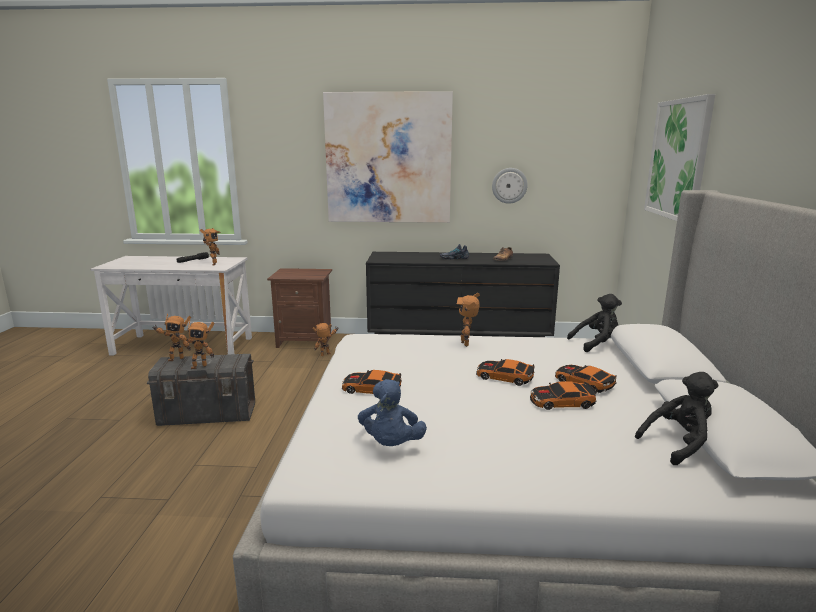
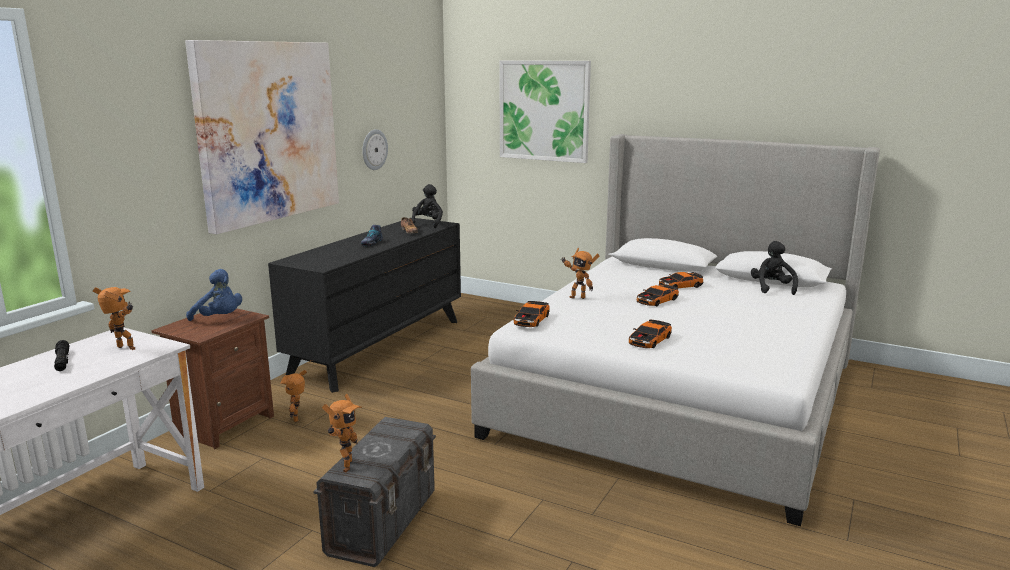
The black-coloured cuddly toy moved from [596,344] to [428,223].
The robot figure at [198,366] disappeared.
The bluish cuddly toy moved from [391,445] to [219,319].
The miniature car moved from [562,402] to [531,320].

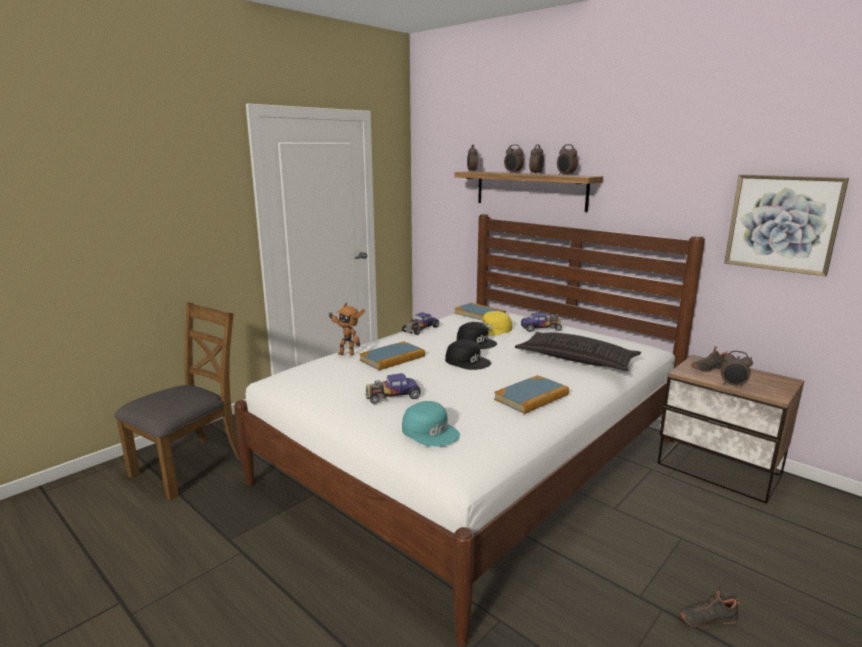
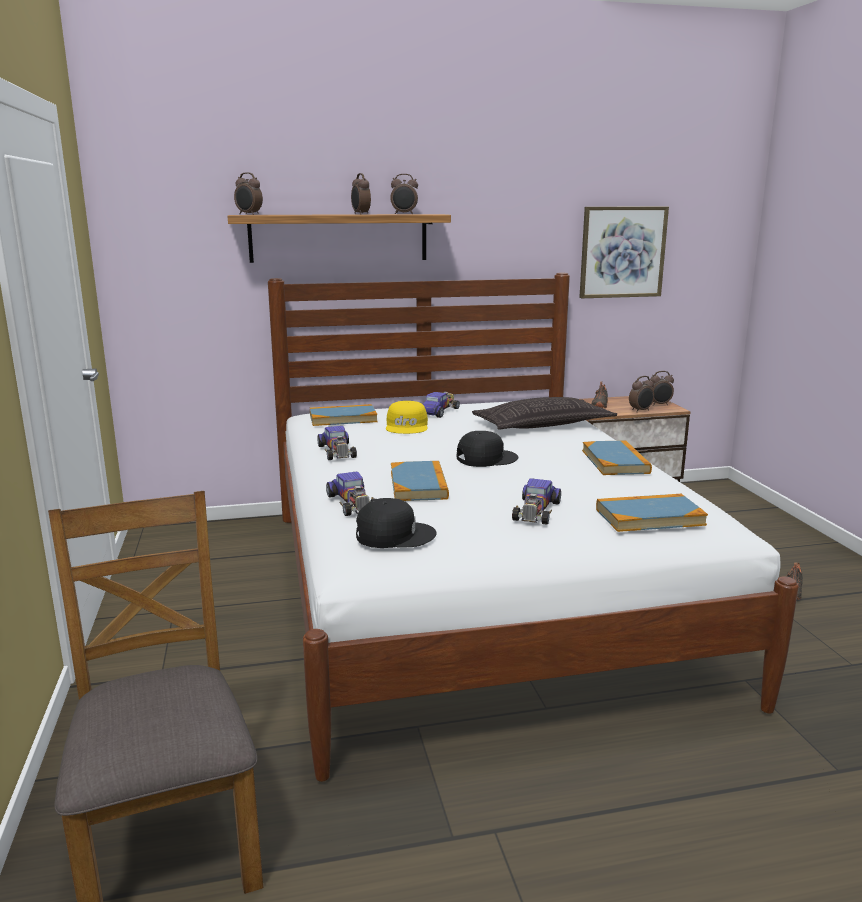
The alarm clock moved from [513,173] to [659,405].
The robot figure at [347,353] was replaced by the miniature car at [352,503].
The black-coloured baseball cap moved from [476,342] to [394,534].
The blue-green baseball cap at [430,431] was replaced by the book at [649,517].

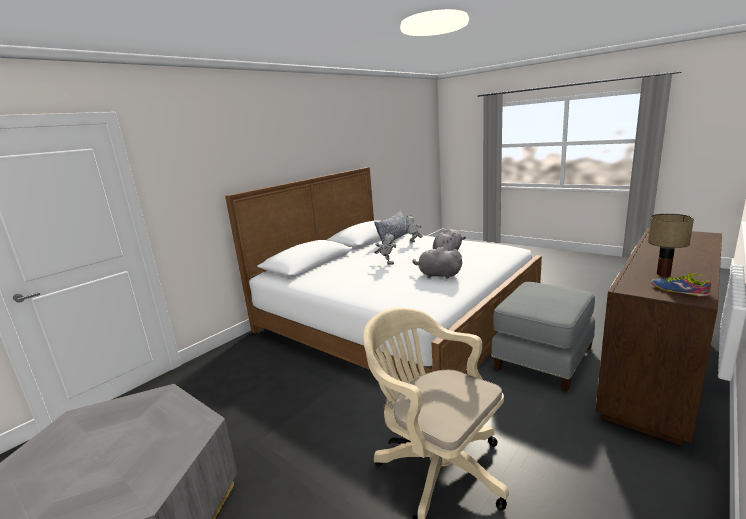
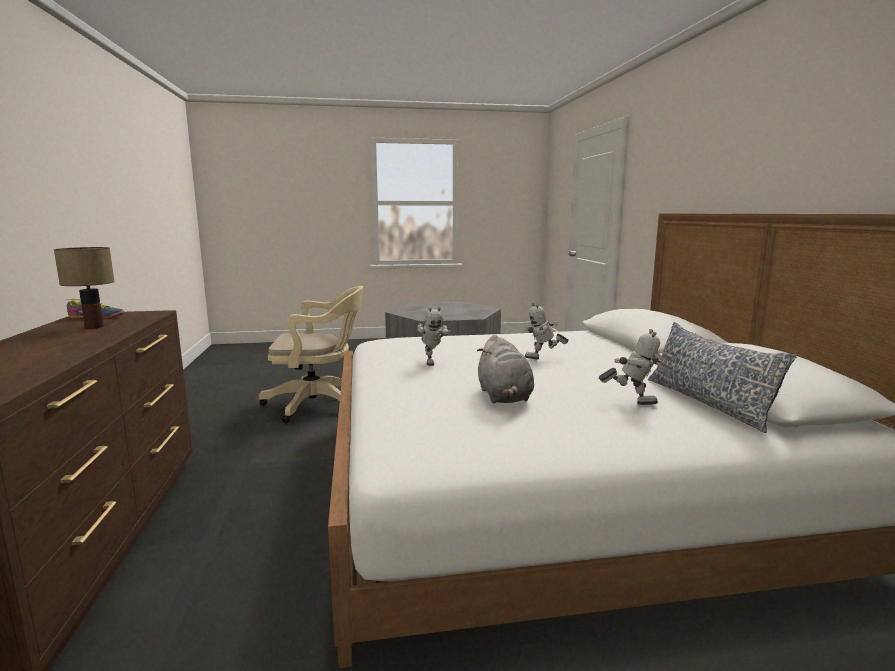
The greyish cuddly toy at [437,275] was replaced by the robot figure at [431,362].
The greyish pouffe at [542,357] disappeared.

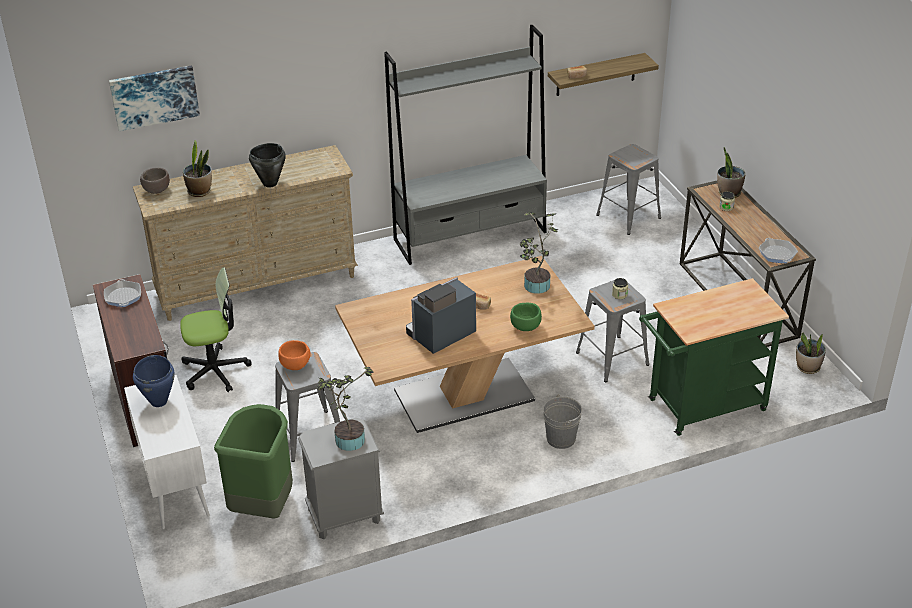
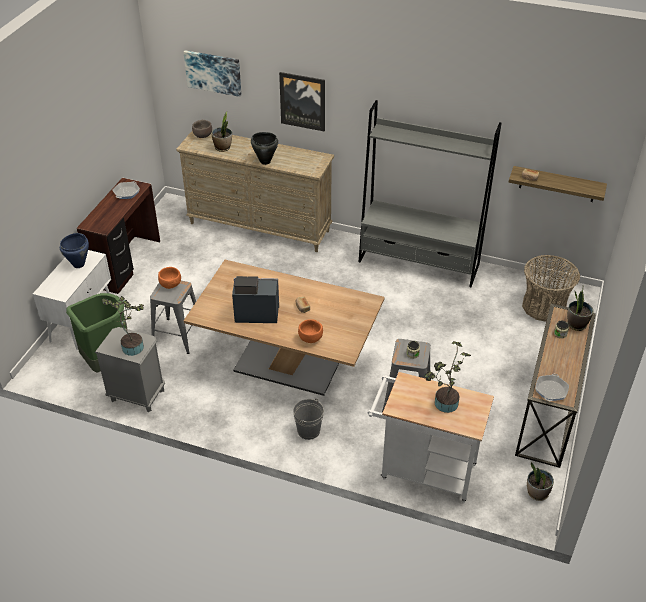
The greyish stool at [629,216] was replaced by the storage basket at [544,306].
The houseplant moved from [535,287] to [443,404].
The desk chair at [215,371] disappeared.
The greenish wheeled cart at [700,408] became the whitish wheeled cart at [422,470].
The greenish deep dish at [526,327] became the orange-coloured deep dish at [310,339].
The picture at [303,101] appeared.

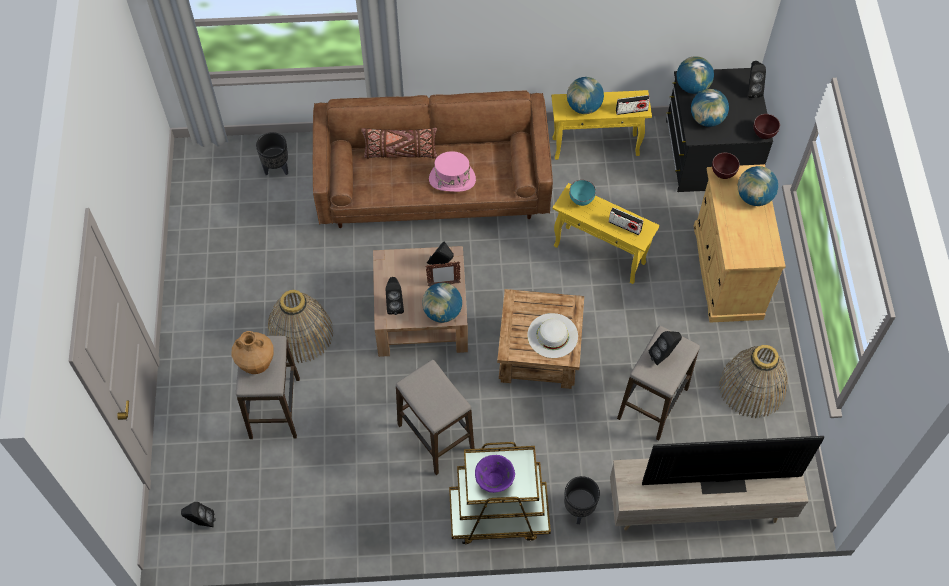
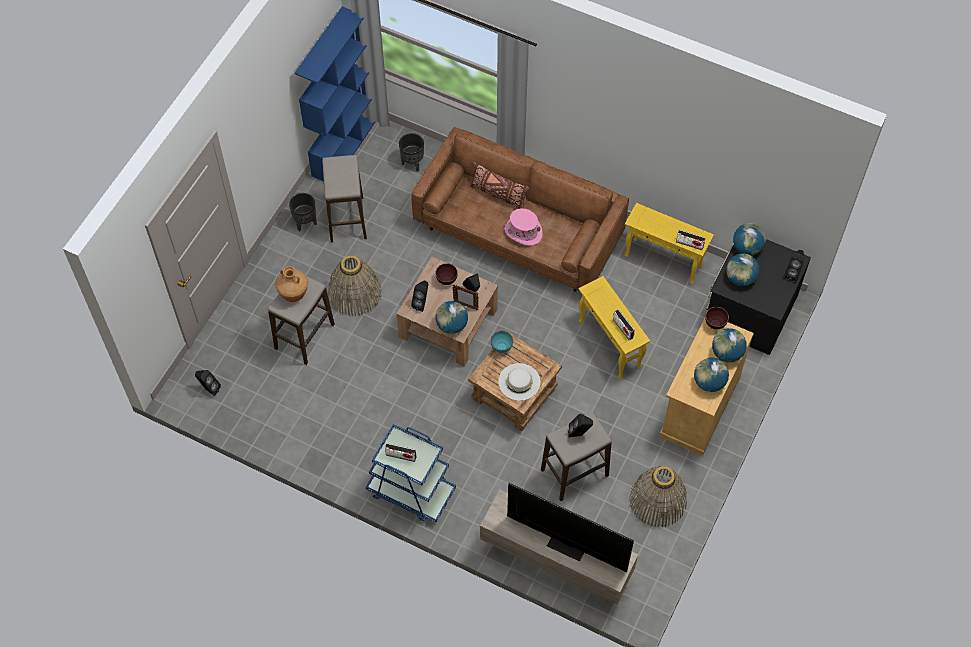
The desk globe moved from [583,107] to [709,382].
The brownish deep dish moved from [762,135] to [446,280].
The blue-green deep dish moved from [581,200] to [502,348].
The stool moved from [435,437] to [346,219].
The brownish wheeled cart at [498,515] became the bluish wheeled cart at [411,491].
The purple deep dish at [494,480] was replaced by the radio receiver at [401,456].
The black-coloured flower pot moved from [579,510] to [305,223].
The bluish bookcase at [343,148] appeared.

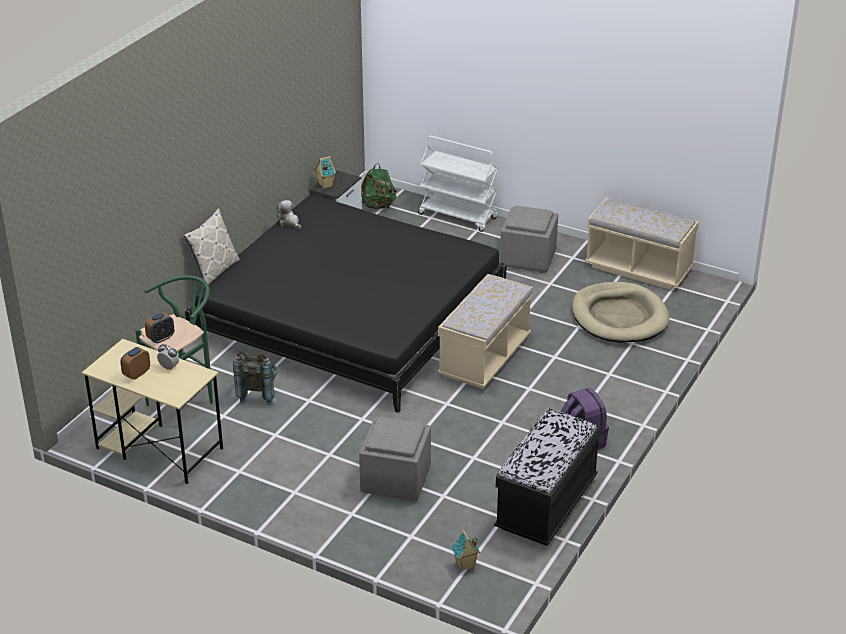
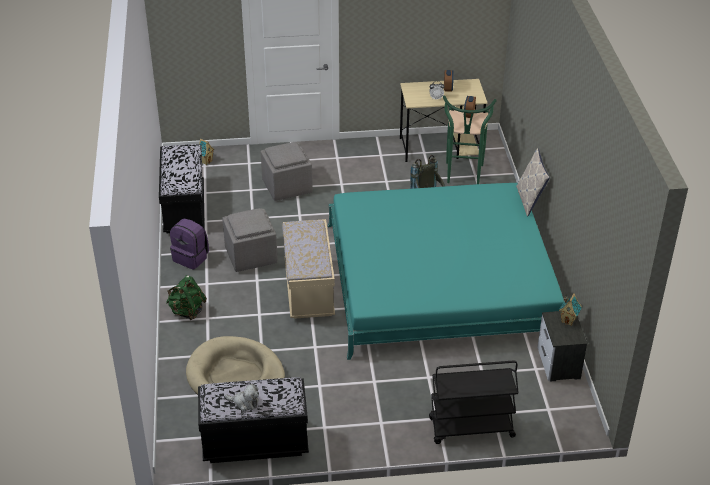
The whitish wheeled cart at [458,216] became the black-coloured wheeled cart at [470,428].
The greenish rucksack moved from [378,206] to [187,311].
The black-coloured bedroom bed at [350,315] became the blue-green bedroom bed at [440,280].
The beige-coloured long seat at [638,269] became the black-coloured long seat at [255,442].
The cuddly toy moved from [289,222] to [244,402].
The greyish pouffe moved from [527,258] to [251,256].

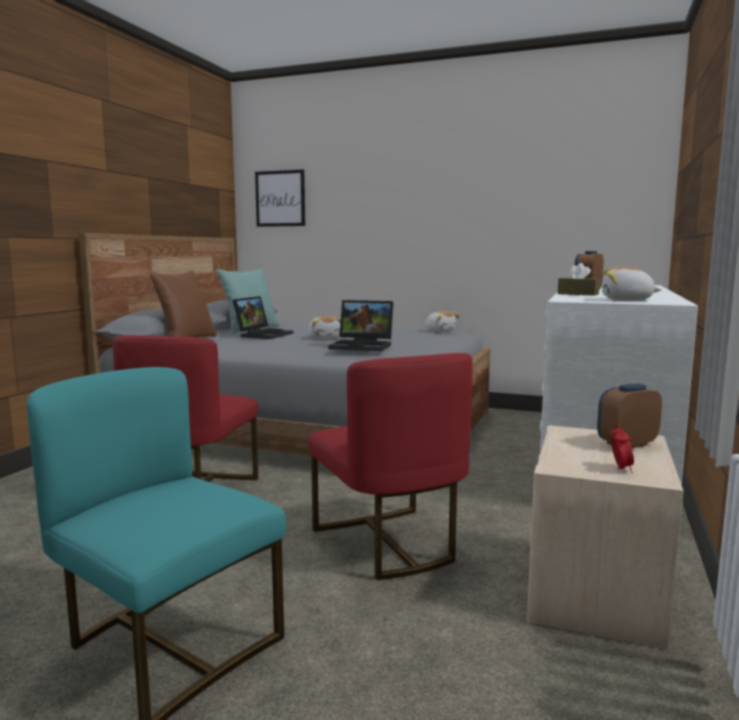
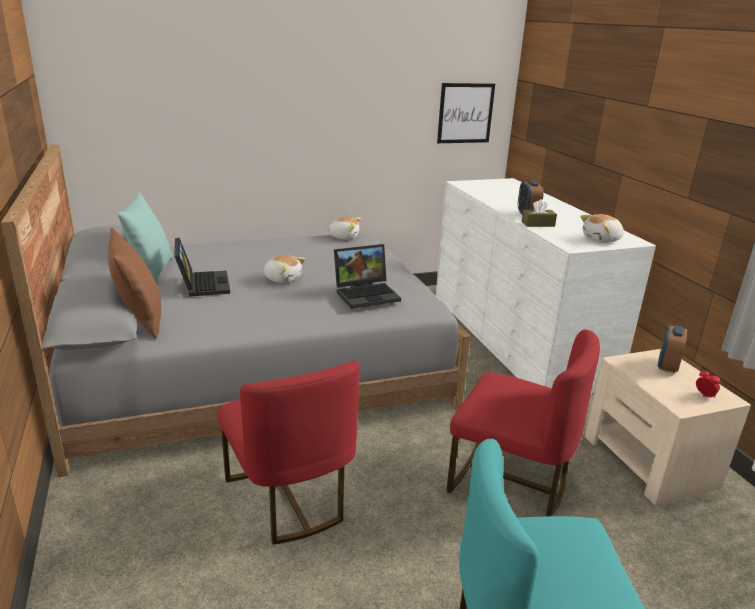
The picture moved from [280,198] to [465,113].

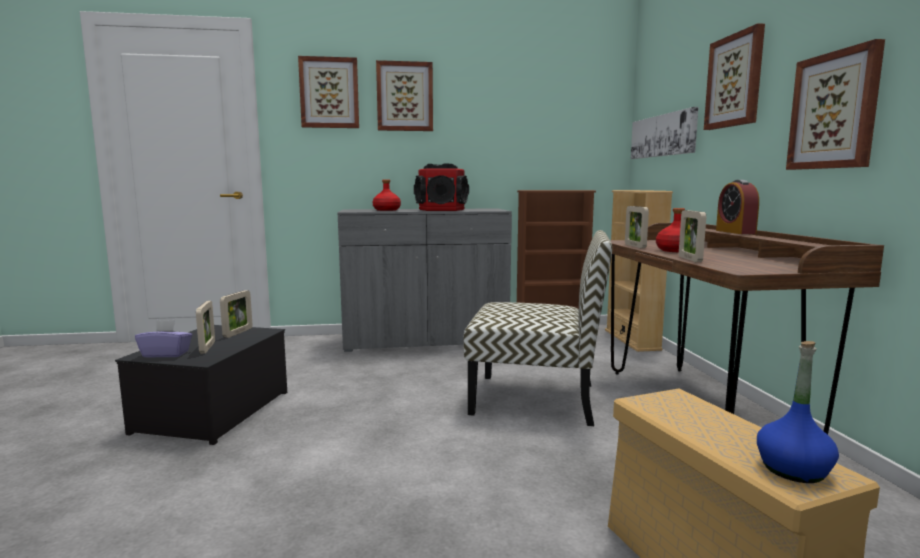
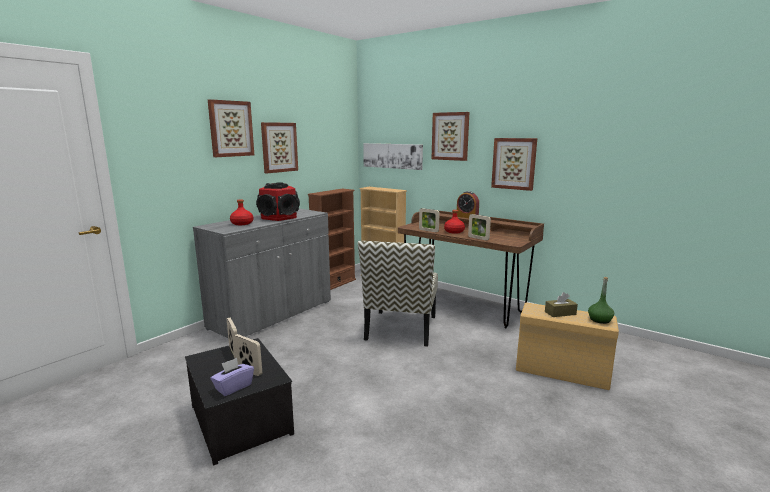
The picture moved from [329,93] to [279,147].
The chair at [536,398] turned 135 degrees clockwise.
The bluish bottle at [793,470] became the greenish bottle at [600,320].
The brownish box of tissues at [560,313] appeared.

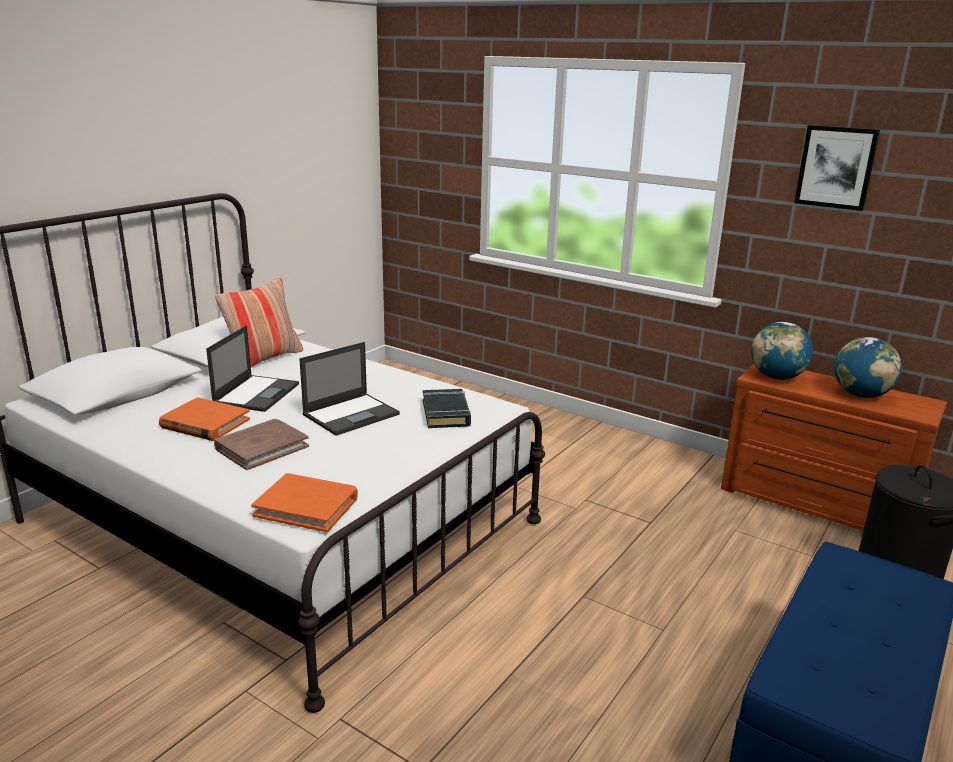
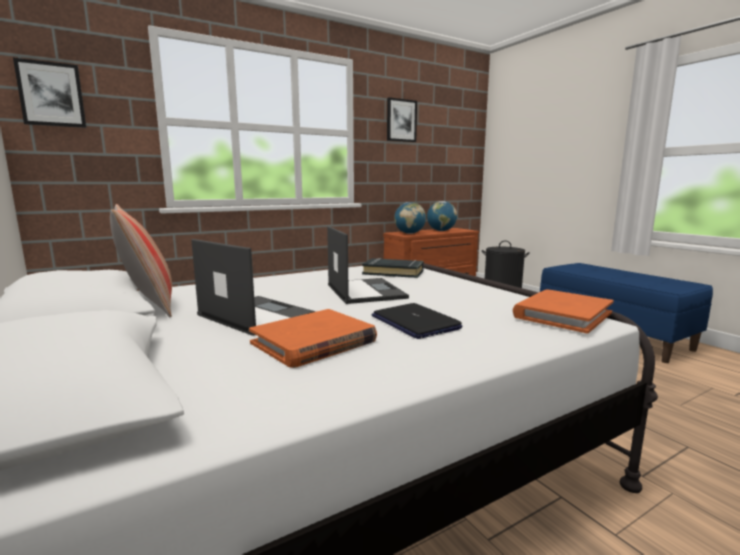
The brownish book at [262,447] was replaced by the notebook computer at [414,322].
The picture at [51,94] appeared.

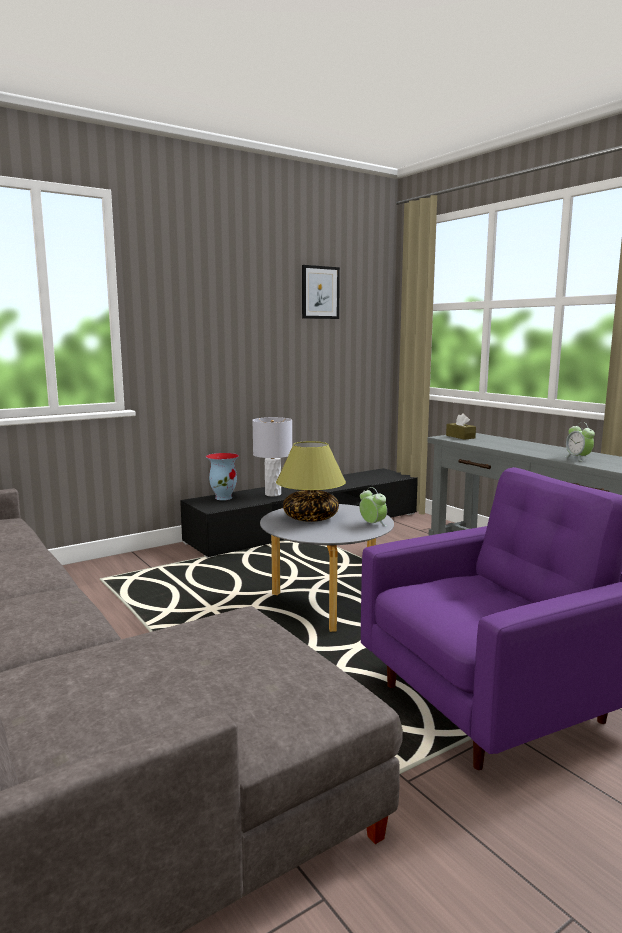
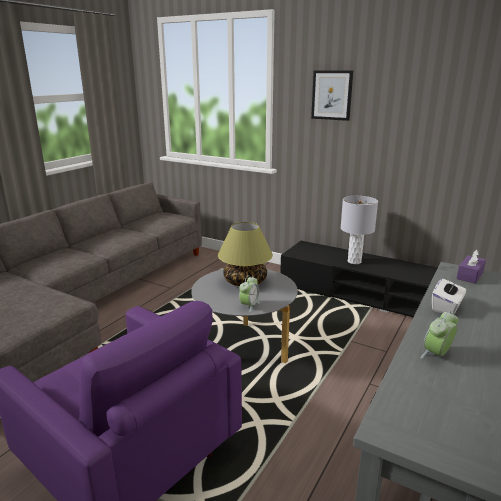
The picture moved from [320,292] to [331,95].
The brownish box of tissues at [460,437] became the purple box of tissues at [470,275].
The decorative vase at [224,497] disappeared.
The whitish box of tissues at [446,307] appeared.

